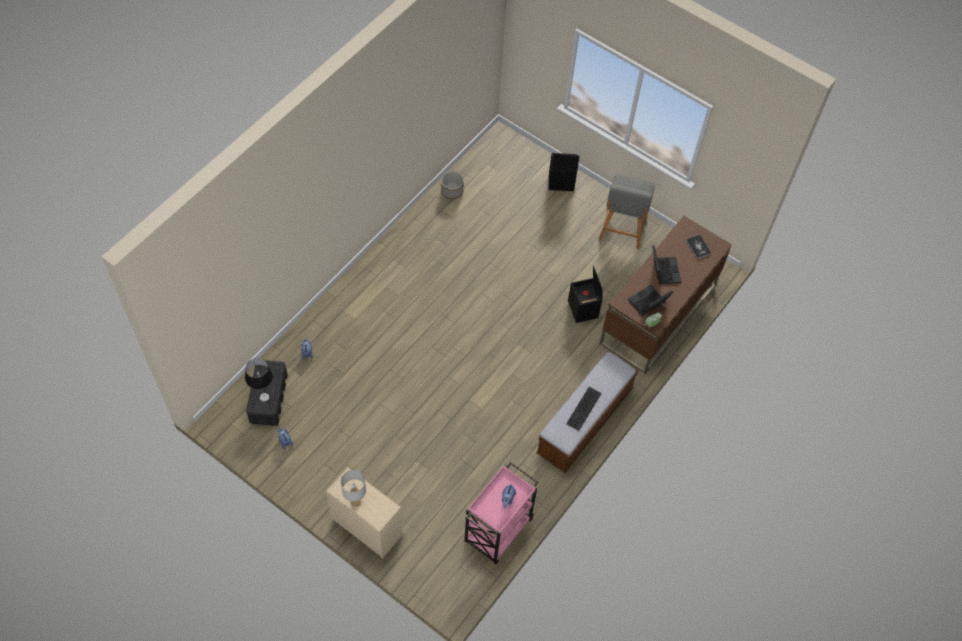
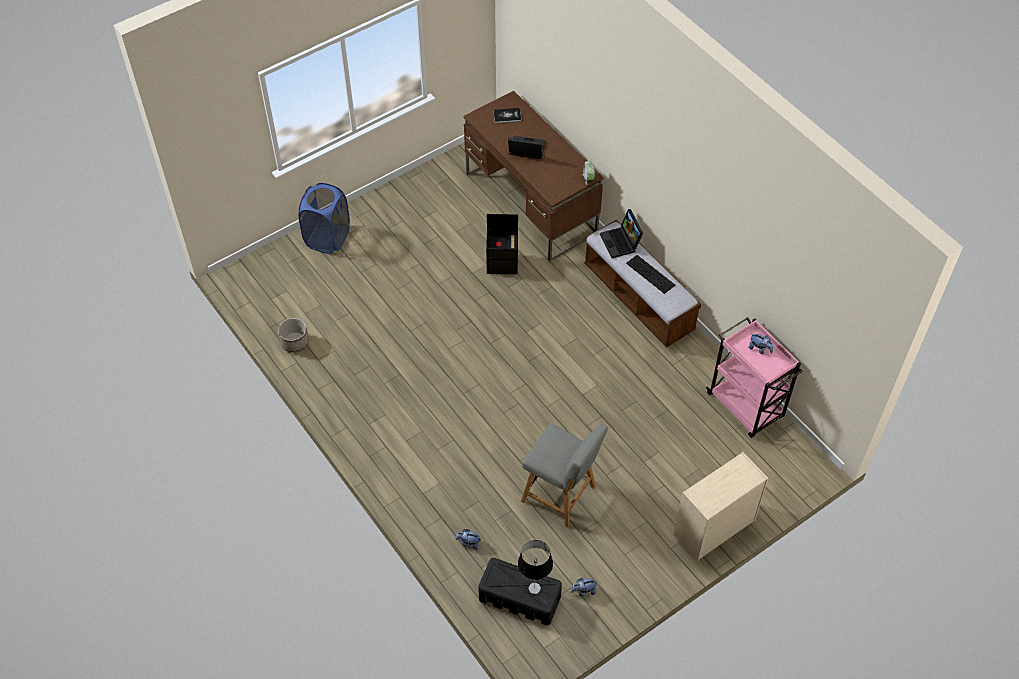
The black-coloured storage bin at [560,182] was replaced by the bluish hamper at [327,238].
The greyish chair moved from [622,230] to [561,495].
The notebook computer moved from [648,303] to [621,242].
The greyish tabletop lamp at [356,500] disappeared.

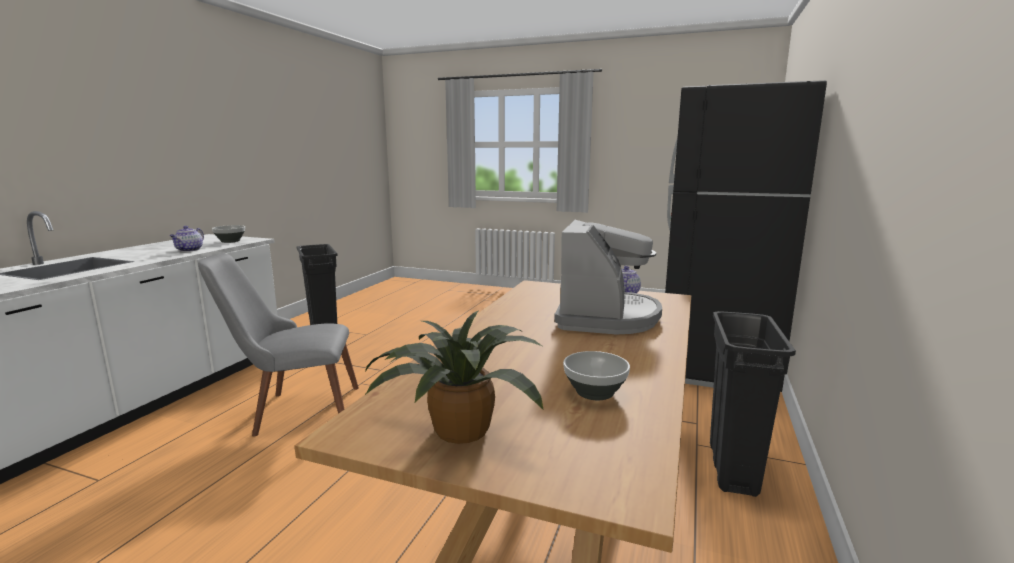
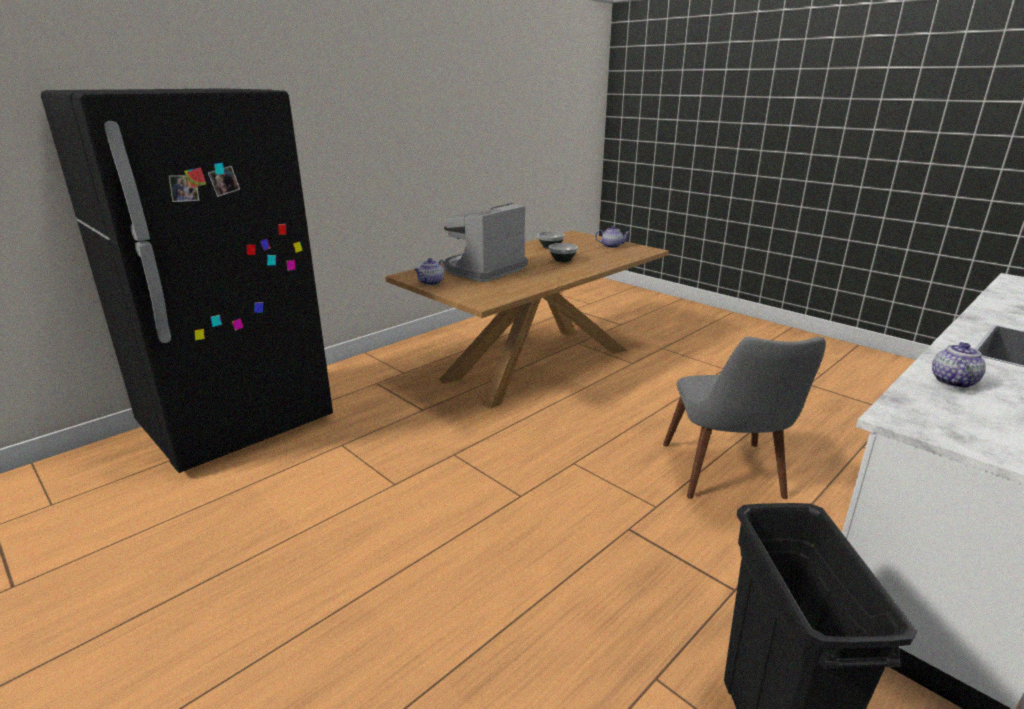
The deep dish moved from [231,241] to [562,260].
The greyish chair at [293,411] turned 75 degrees clockwise.
The houseplant at [456,430] was replaced by the teapot at [612,246].
The black-coloured trash can at [732,468] disappeared.

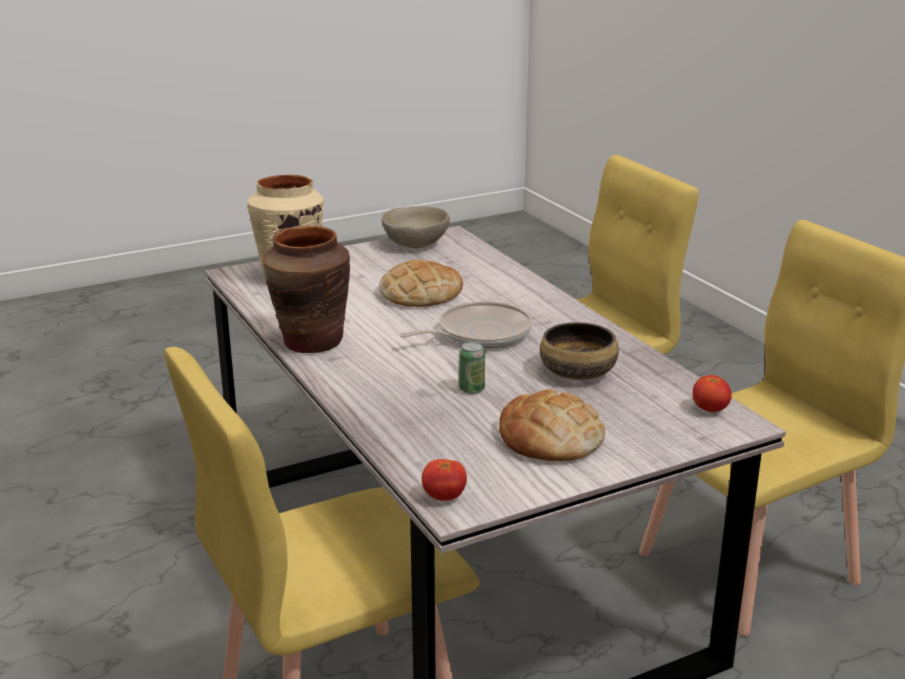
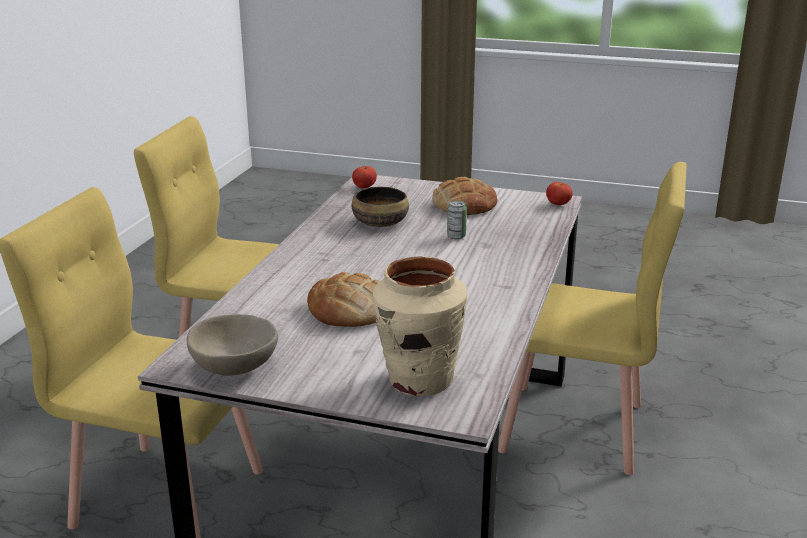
The brownish decorative vase at [312,342] disappeared.
The skillet at [479,334] disappeared.

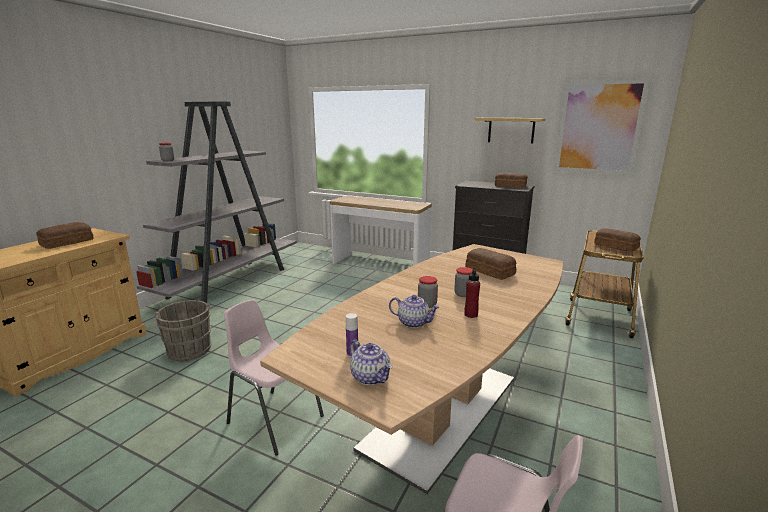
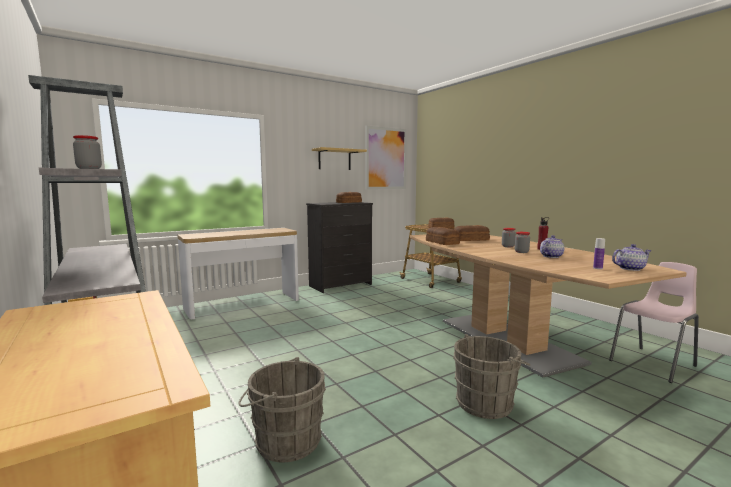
The bakery bread moved from [66,242] to [442,242].
The pink-coloured chair at [274,419] was replaced by the greyish pail at [487,402].

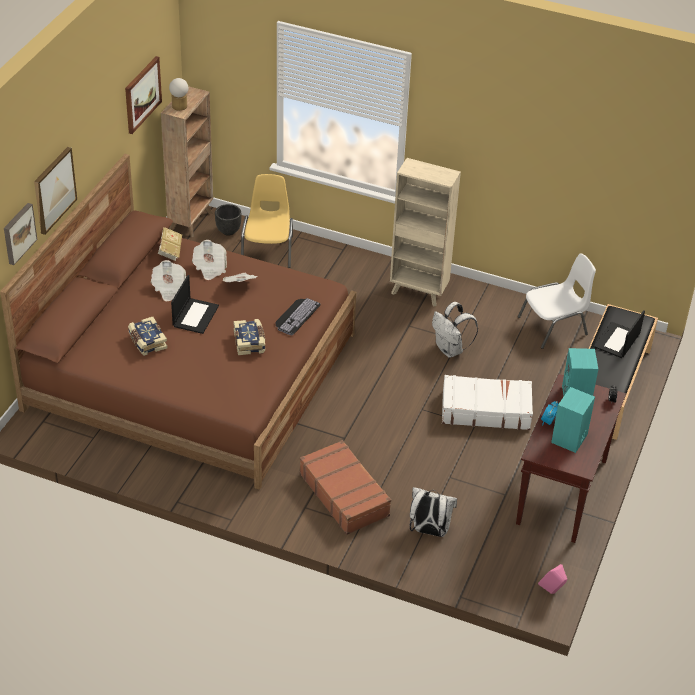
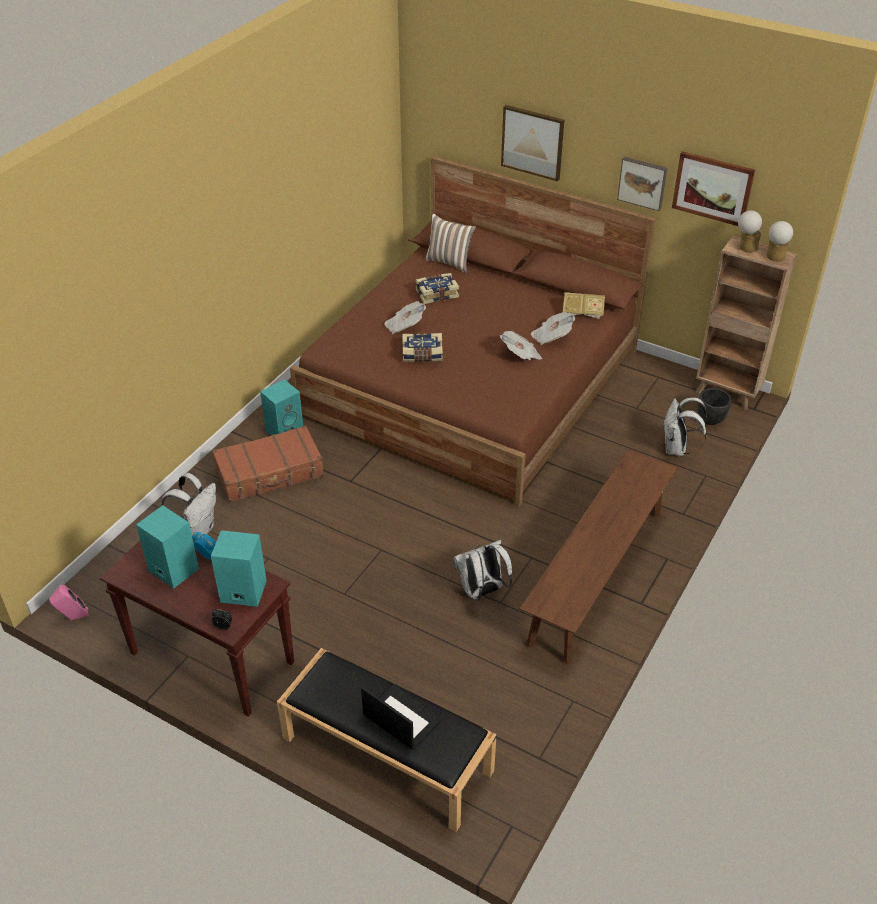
The beige-coloured bookcase at [419,292] was replaced by the brownish long seat at [597,576].
The yellow chair at [268,250] was replaced by the whitish rucksack at [677,449].
The picture moved from [18,233] to [642,182].
The whitish chair at [554,326] disappeared.
The daily paper moved from [169,289] to [404,326].
The notebook computer at [195,315] disappeared.
The keyboard at [296,315] disappeared.
The whitish travel case at [485,410] disappeared.
The throw pillow at [449,262] appeared.
The tabletop lamp at [774,257] appeared.
The blue-green loudspeaker at [285,430] appeared.

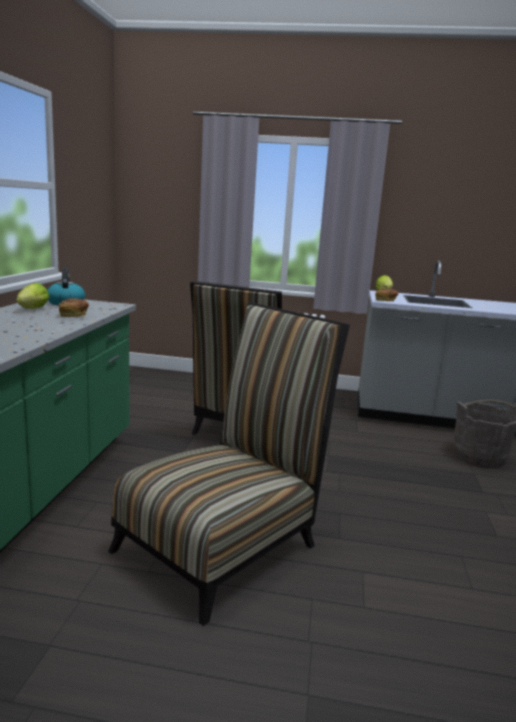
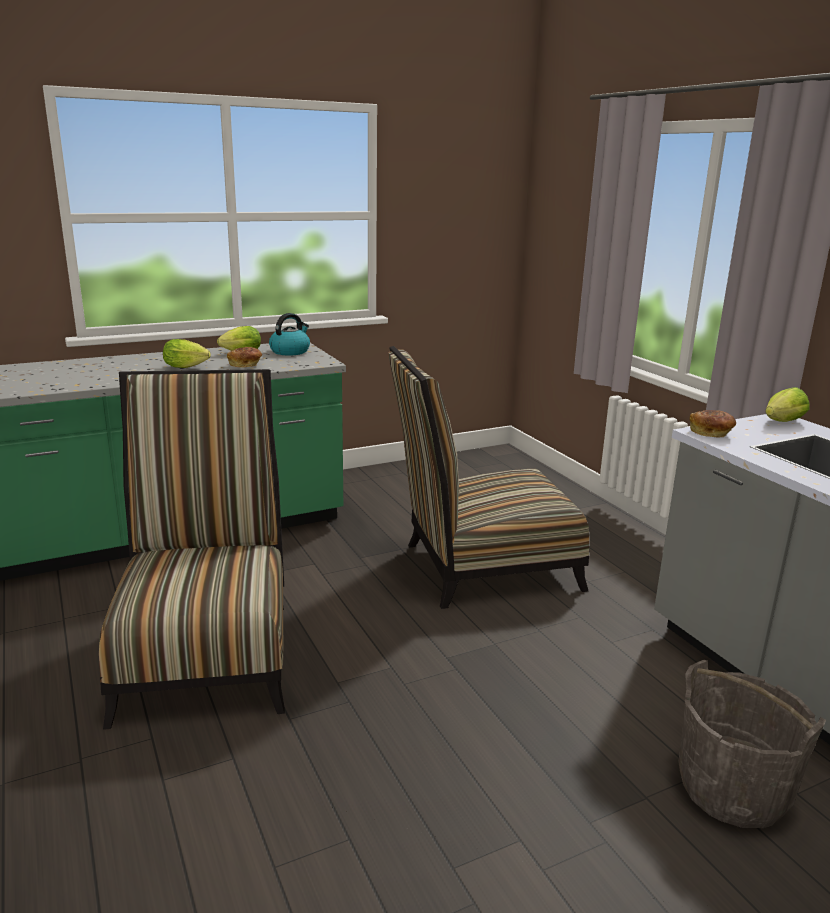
The chair at [224,543] turned 105 degrees counterclockwise.
The lettuce head at [188,367] appeared.

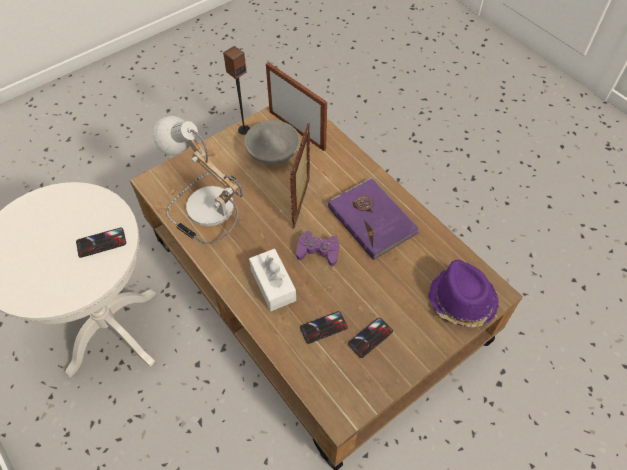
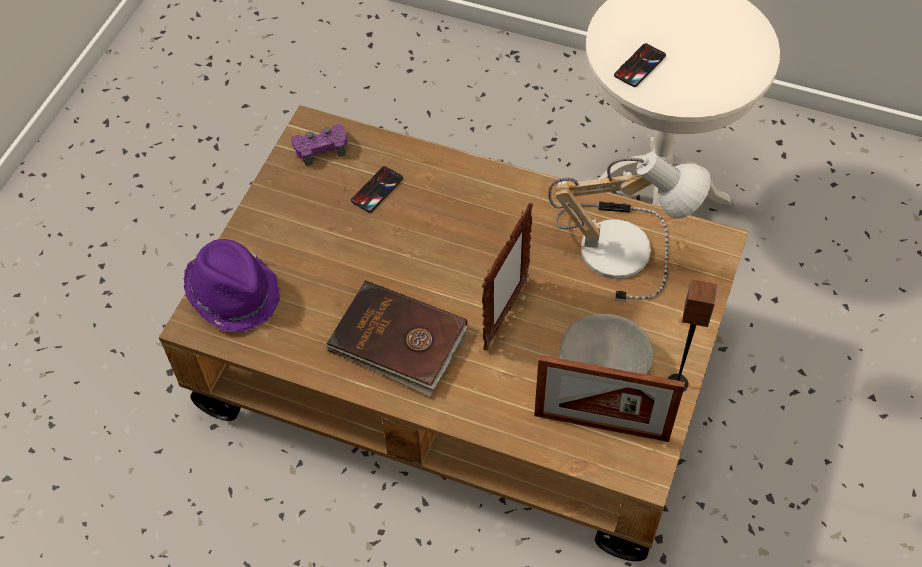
The picture frame at [302,203] turned 45 degrees clockwise.
The purple book at [372,219] became the brownish book at [398,341].
The purple gamepad moved from [318,251] to [321,148].
The whitish box of tissues at [273,285] disappeared.
The handset at [370,337] disappeared.

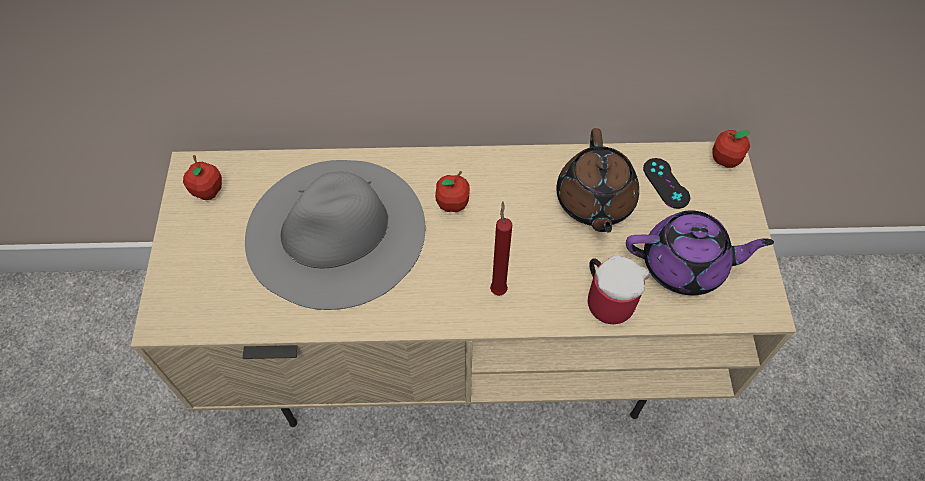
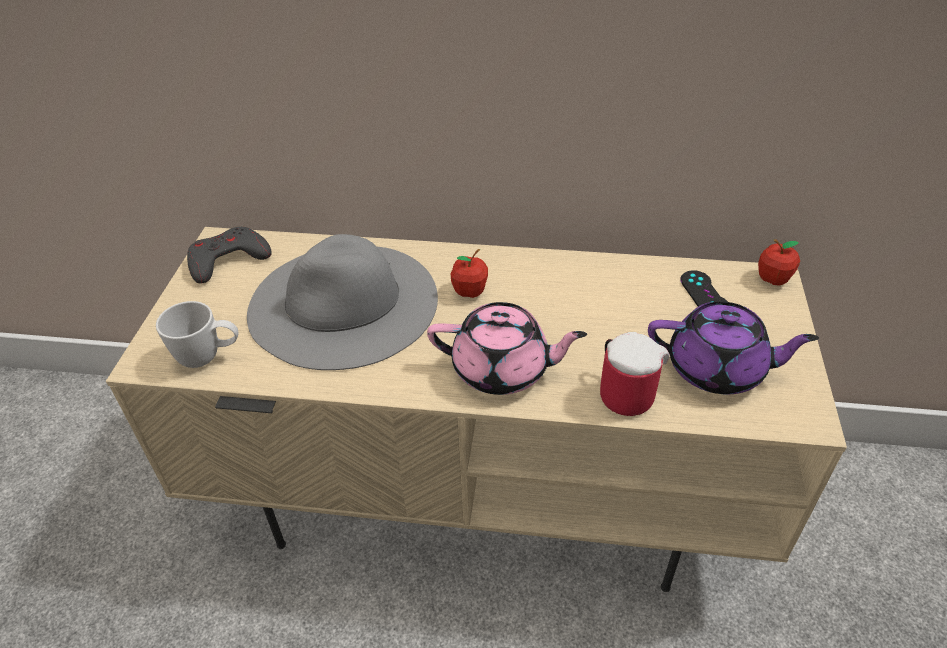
The brownish teapot at [594,202] disappeared.
The whole apple at [208,191] was replaced by the greyish gamepad at [228,260].
The red wax light at [498,288] was replaced by the pink-coloured teapot at [502,369].
The whitish tea mug at [209,357] appeared.

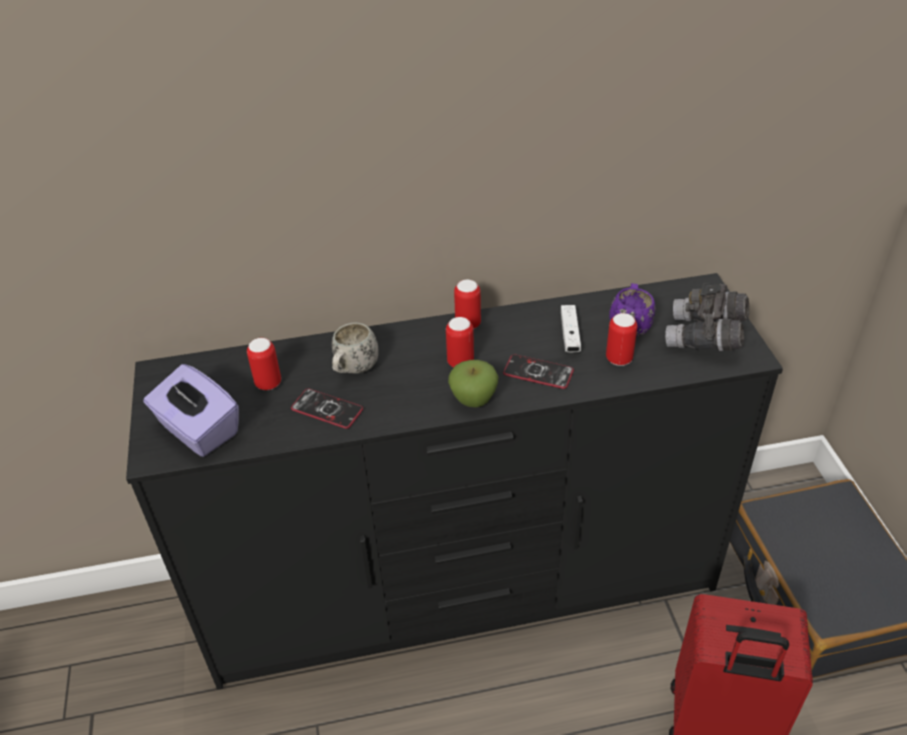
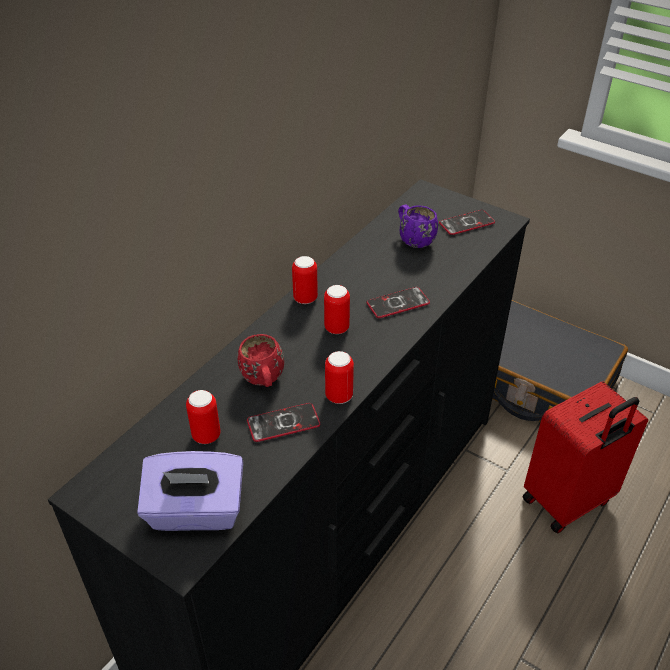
The greyish pair of binoculars at [705,338] was replaced by the handset at [466,223].
The whitish gamepad at [570,335] disappeared.
The can moved from [619,359] to [339,396].
The whitish tea mug at [354,370] became the red tea mug at [264,382].
The whole apple at [473,400] disappeared.

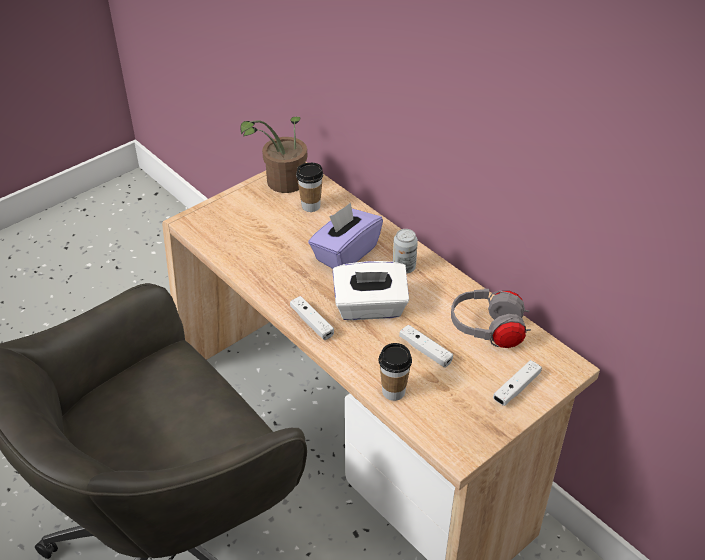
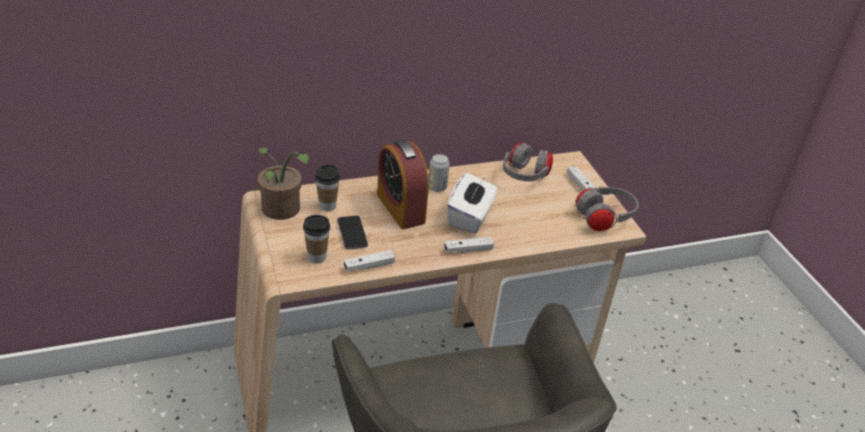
The purple box of tissues at [345,253] was replaced by the alarm clock at [400,208].
The whitish gamepad moved from [425,351] to [369,266].
The small cup moved from [393,392] to [317,257].
The greyish headphones at [603,219] appeared.
The handset at [352,233] appeared.

